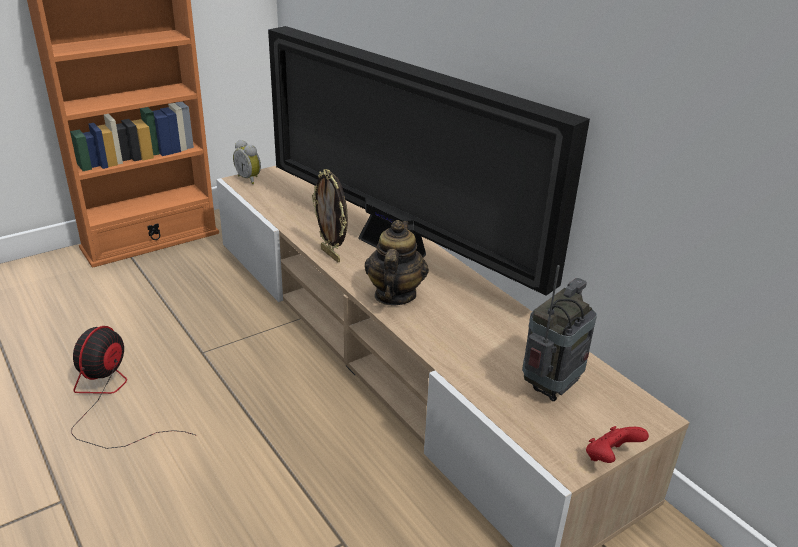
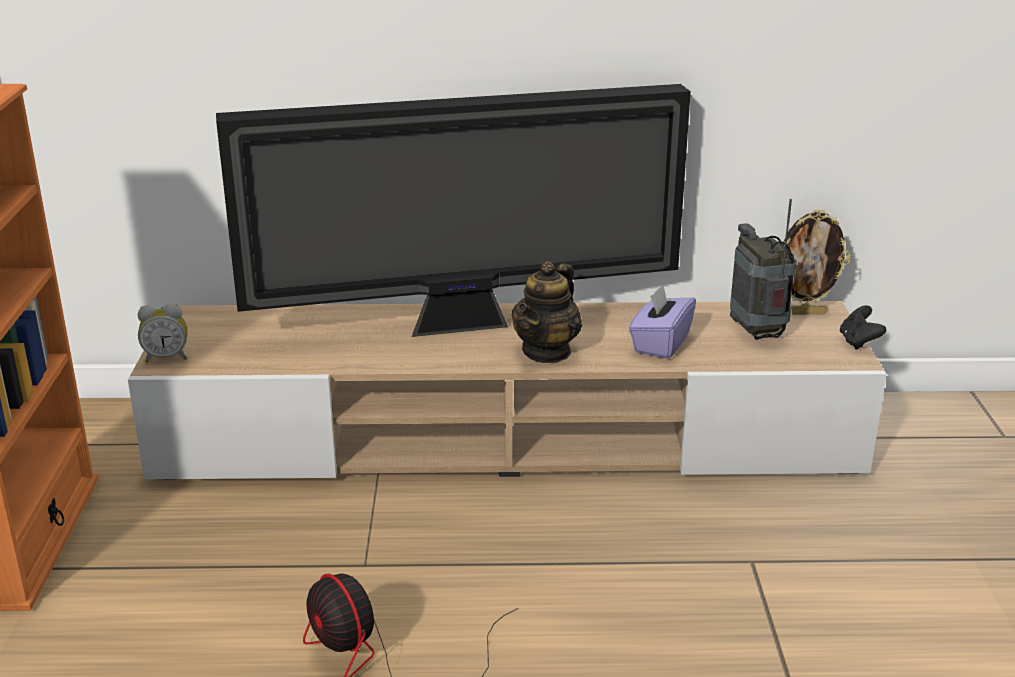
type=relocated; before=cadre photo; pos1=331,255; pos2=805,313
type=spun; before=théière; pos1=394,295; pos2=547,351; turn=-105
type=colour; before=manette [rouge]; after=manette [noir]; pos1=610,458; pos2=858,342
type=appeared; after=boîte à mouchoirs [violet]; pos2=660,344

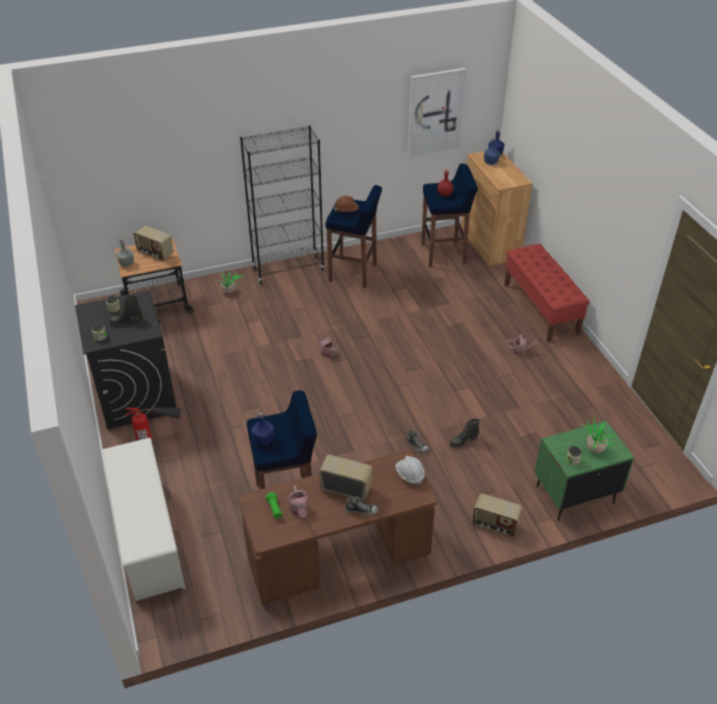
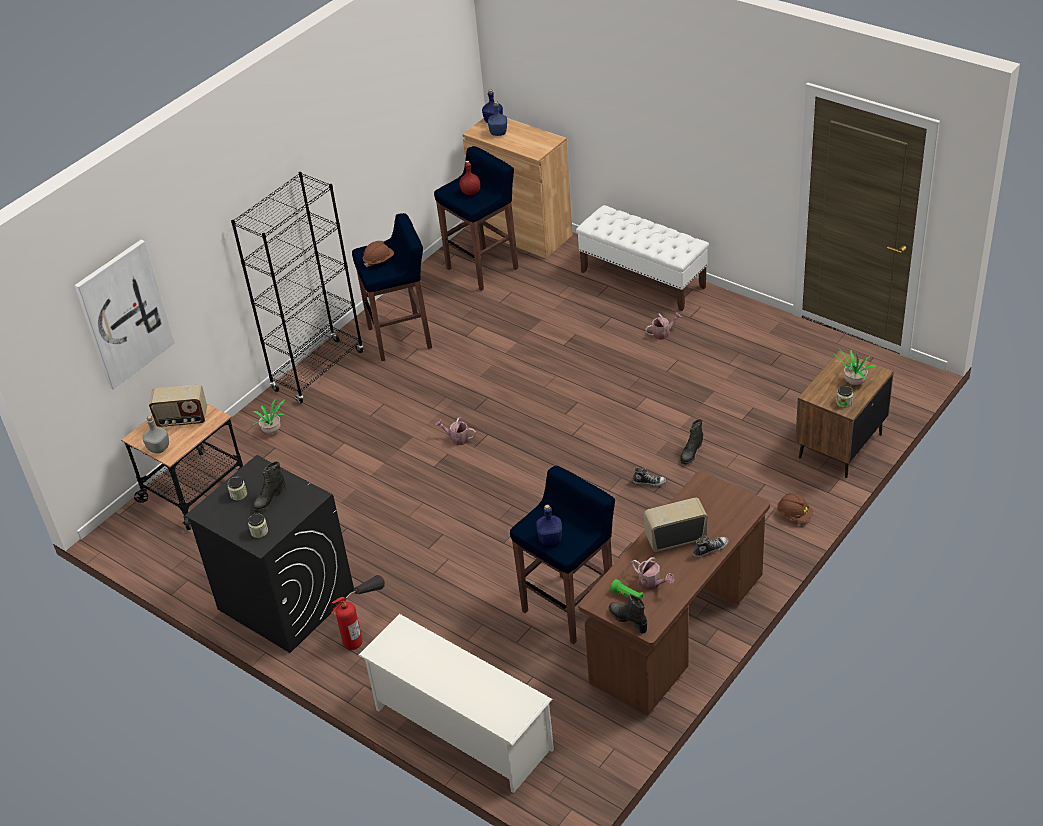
type=missing; before=casque de chantier [blanc]; pos1=410,475
type=relocated; before=tableau; pos1=435,112; pos2=124,314
type=exchanged; before=radio; after=casque de chantier [marron]; pos1=495,525; pos2=794,515
type=colour; before=banc [rouge]; after=banc [blanc]; pos1=541,309; pos2=643,279
type=colour; before=table de chevet [vert]; after=table de chevet [marron]; pos1=574,494; pos2=839,446
type=appeared; after=botte [noir]; pos2=628,620

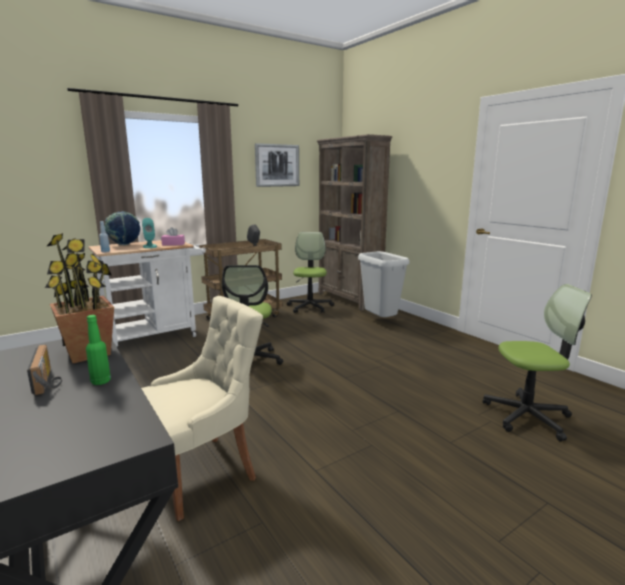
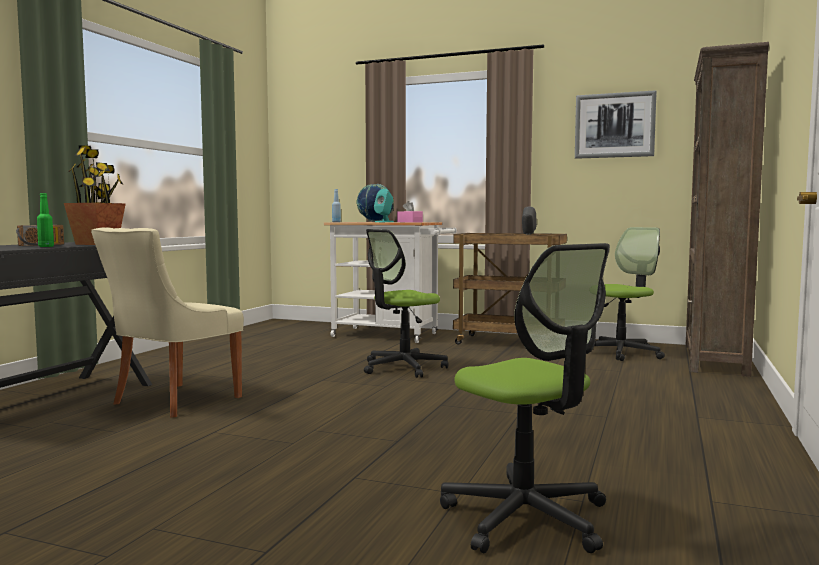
type=spun; before=chaise [beige]; pos1=203,471; pos2=173,401; turn=105
type=missing; before=poubelle [gris]; pos1=380,321

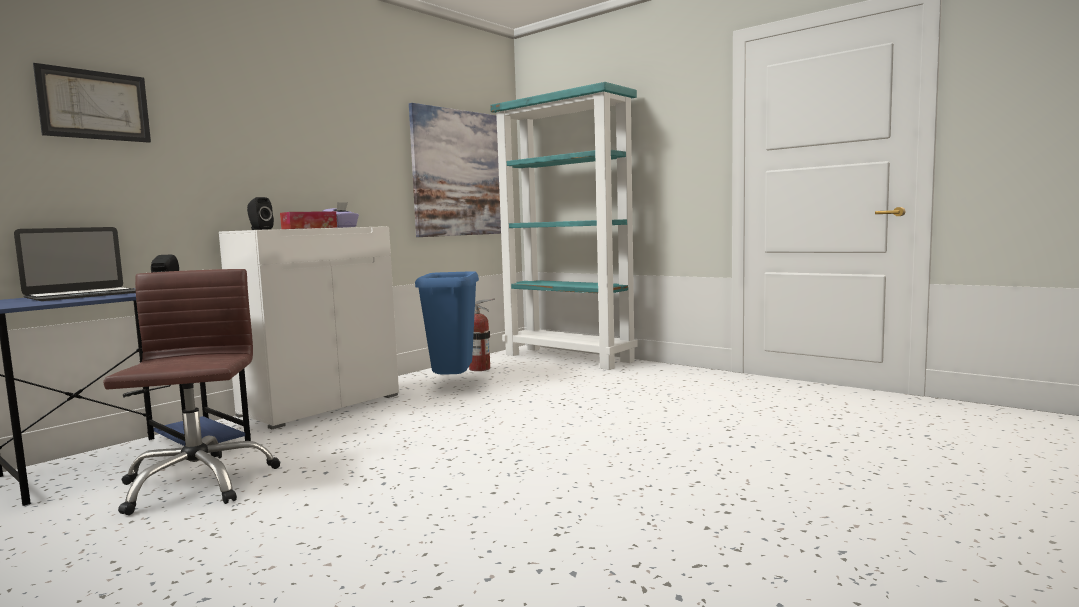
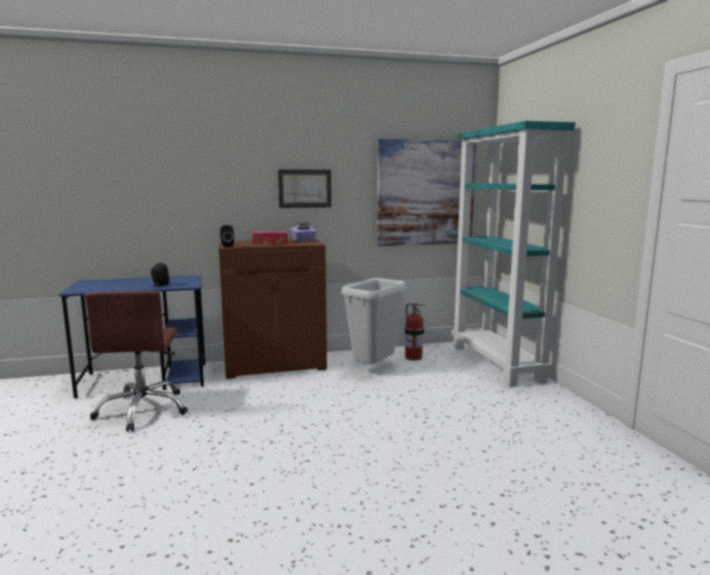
type=missing; before=ordinateur portable; pos1=84,295
type=relocated; before=tableau; pos1=94,105; pos2=304,188
type=spun; before=chaise de bureau [marron]; pos1=197,483; pos2=143,410; turn=150
type=colour; before=meuble de rangement [blanc]; after=meuble de rangement [marron]; pos1=320,405; pos2=275,365
type=colour; before=poubelle [bleu]; after=poubelle [gris]; pos1=454,384; pos2=374,369

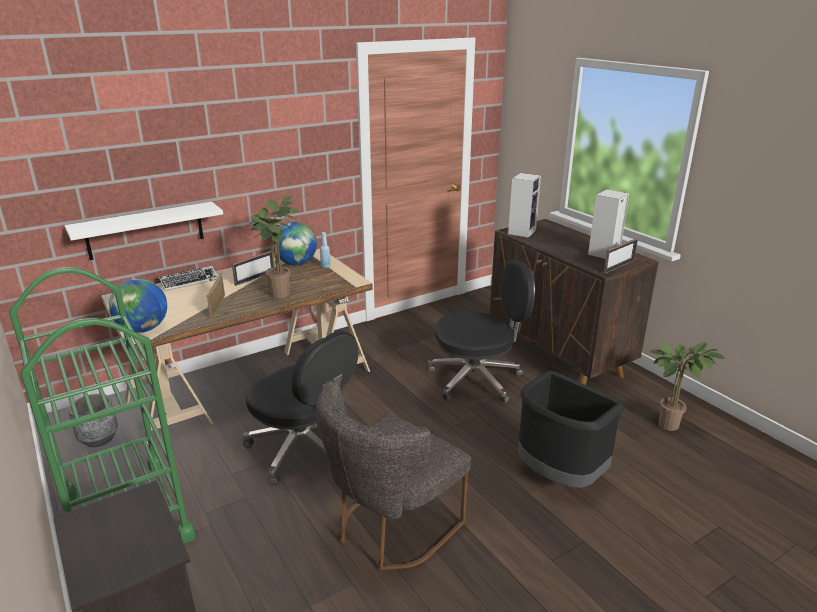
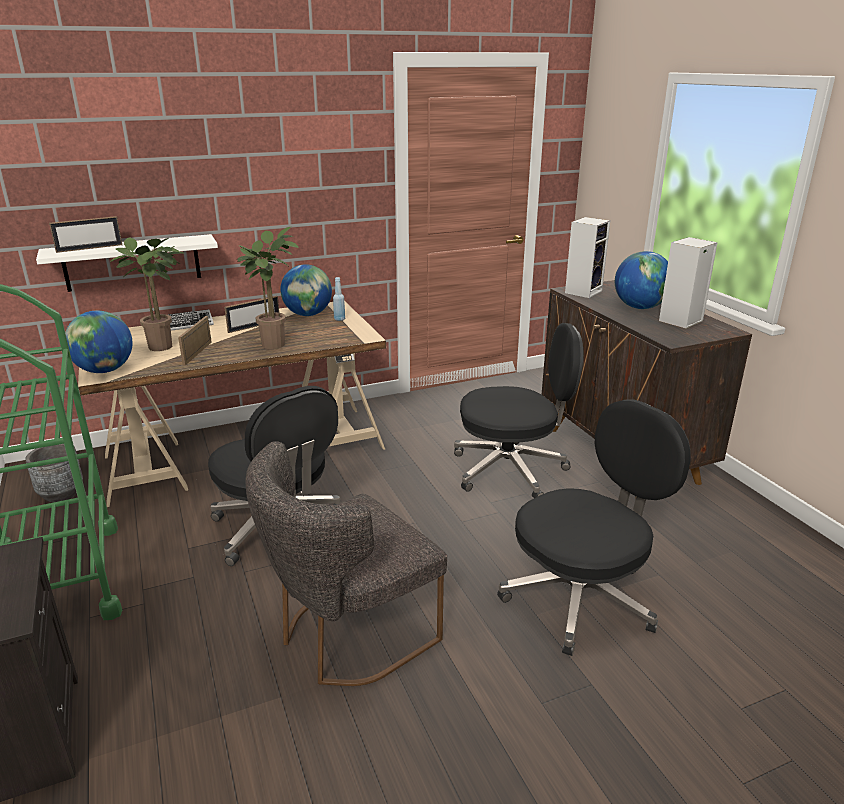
type=exchanged; before=poubelle [noir]; after=chaise de bureau [noir]; pos1=559,476; pos2=581,597
type=relocated; before=cadre photo; pos1=619,266; pos2=89,248
type=relocated; before=plante en pot; pos1=671,424; pos2=165,346
type=appeared; after=globe; pos2=639,307

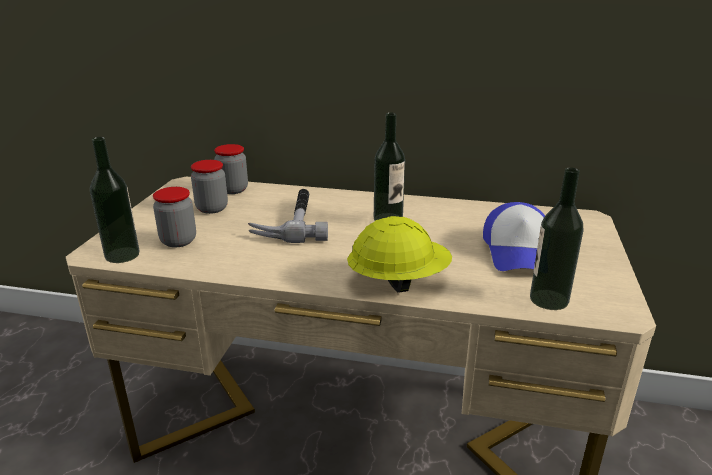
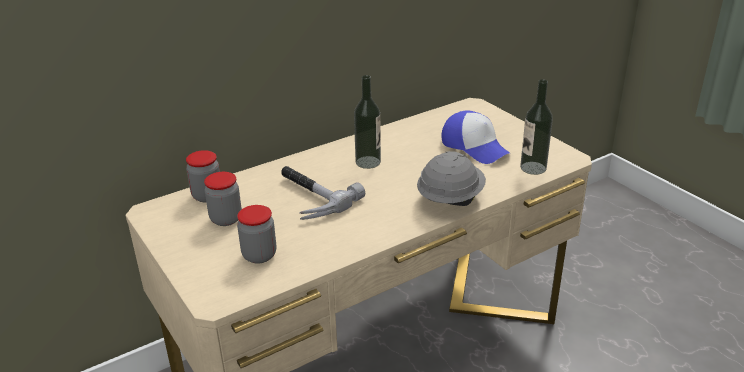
type=missing; before=bouteille; pos1=122,255
type=colour; before=casque de chantier [jaune]; after=casque de chantier [gris]; pos1=398,281; pos2=450,199

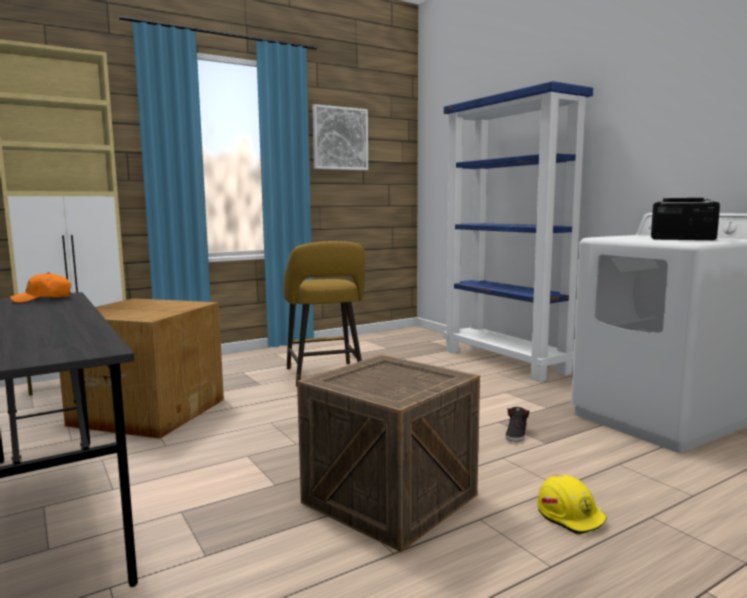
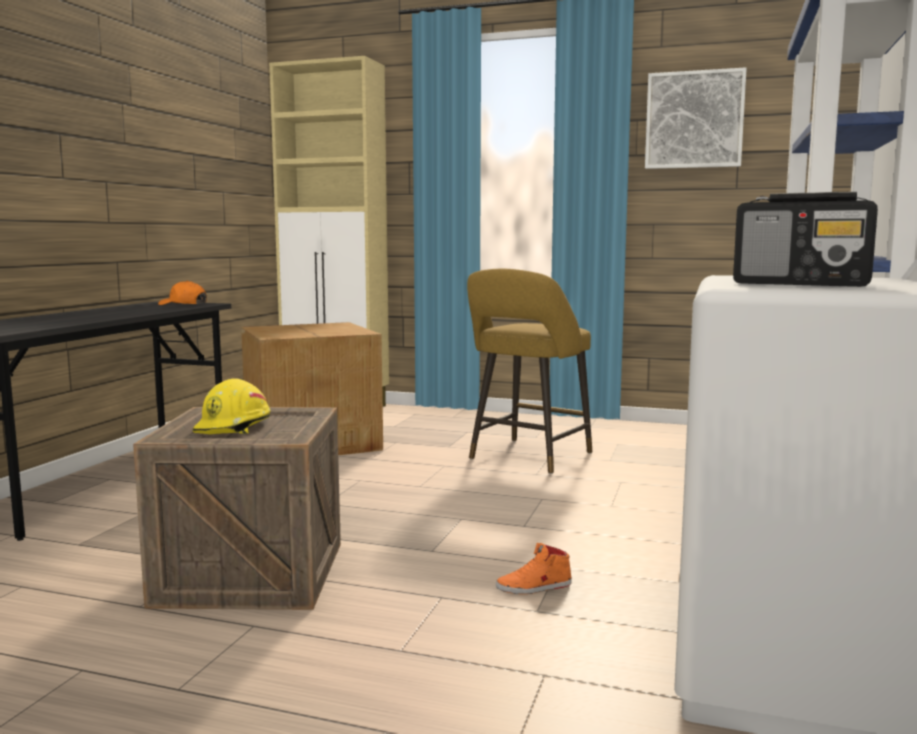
type=colour; before=chaussure [noir]; after=chaussure [orange]; pos1=516,434; pos2=534,587
type=relocated; before=casque de chantier [jaune]; pos1=570,515; pos2=234,427
type=spun; before=radio; pos1=681,239; pos2=802,284; turn=135

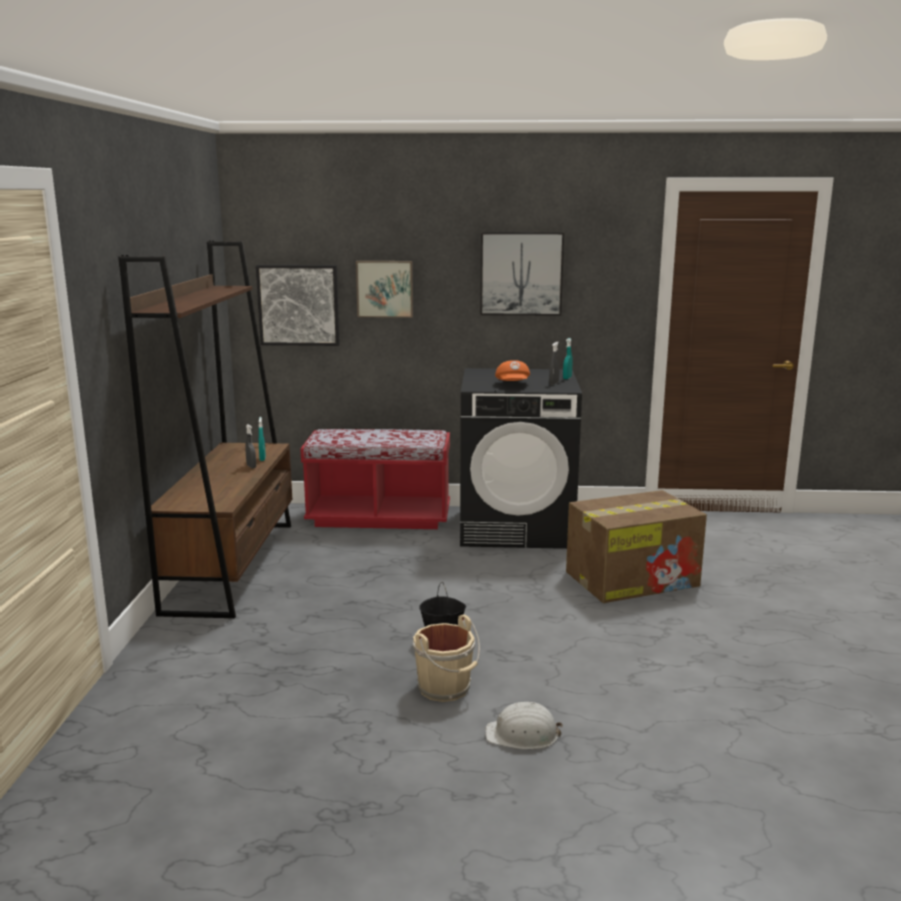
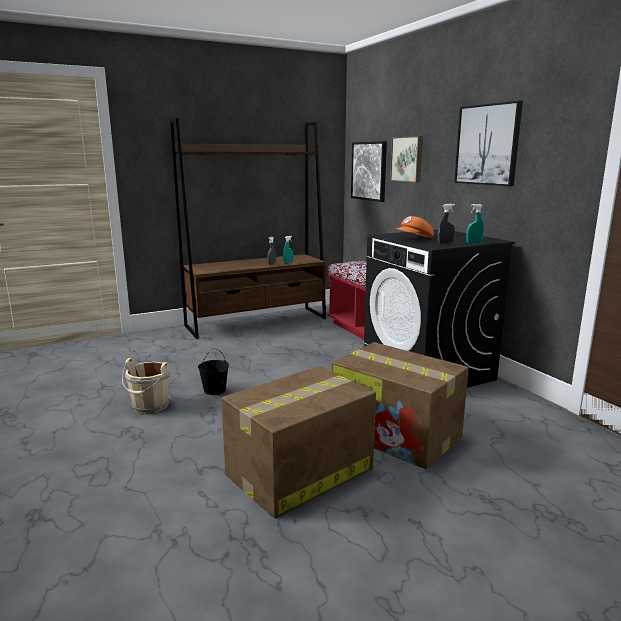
type=missing; before=casque de chantier [blanc]; pos1=522,735
type=appeared; after=carton; pos2=298,472

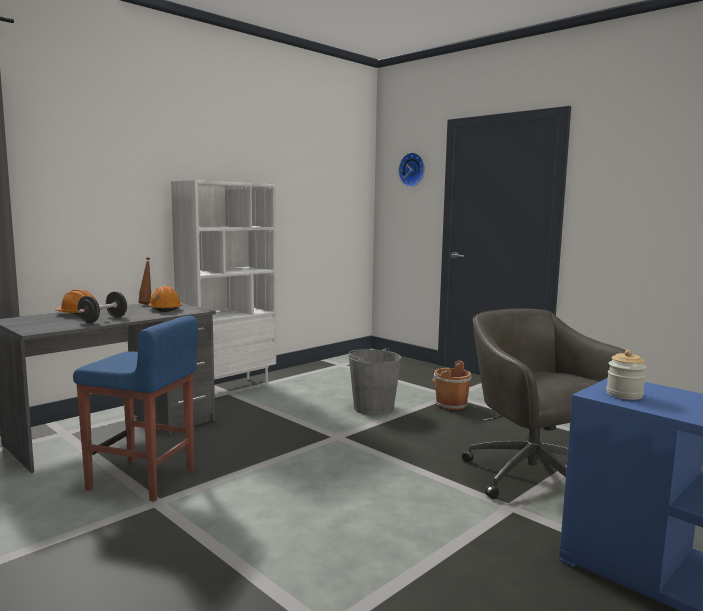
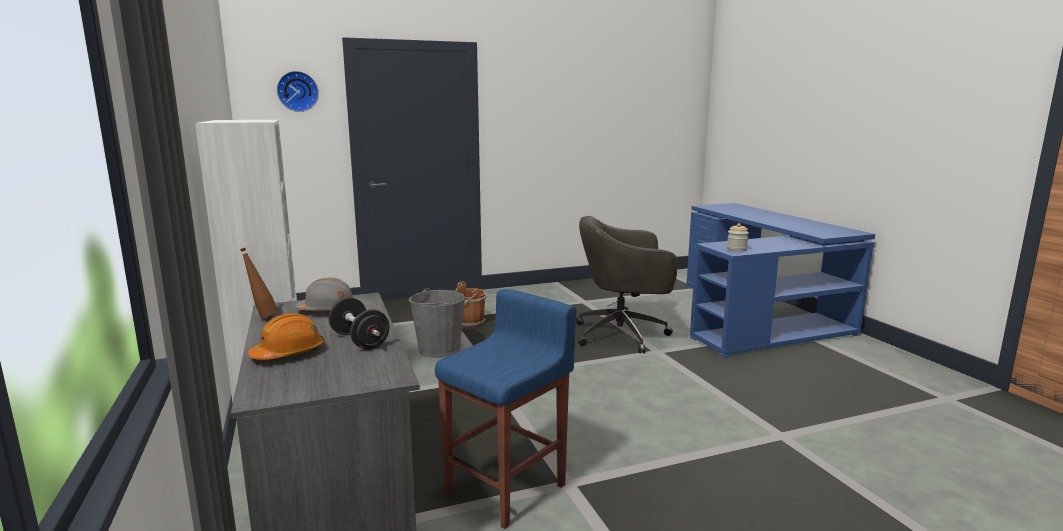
type=colour; before=casque de chantier [orange]; after=casque de chantier [gris]; pos1=165,309; pos2=328,310

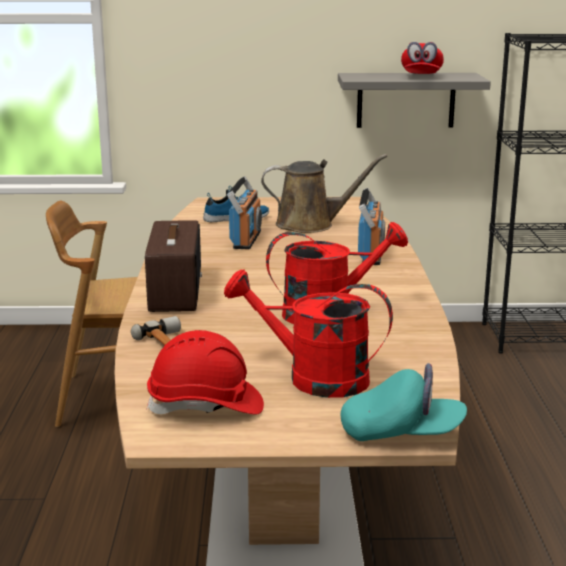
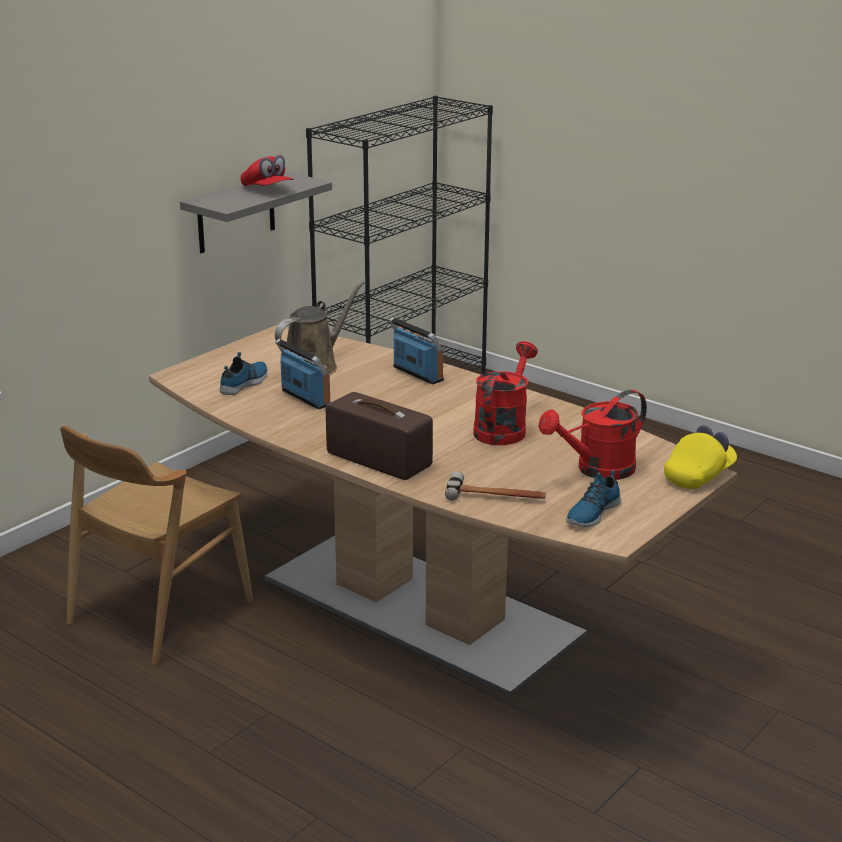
type=exchanged; before=casque de chantier [rouge]; after=chaussure; pos1=206,406; pos2=591,513
type=colour; before=casquette [turquoise]; after=casquette [jaune]; pos1=401,434; pos2=699,476

